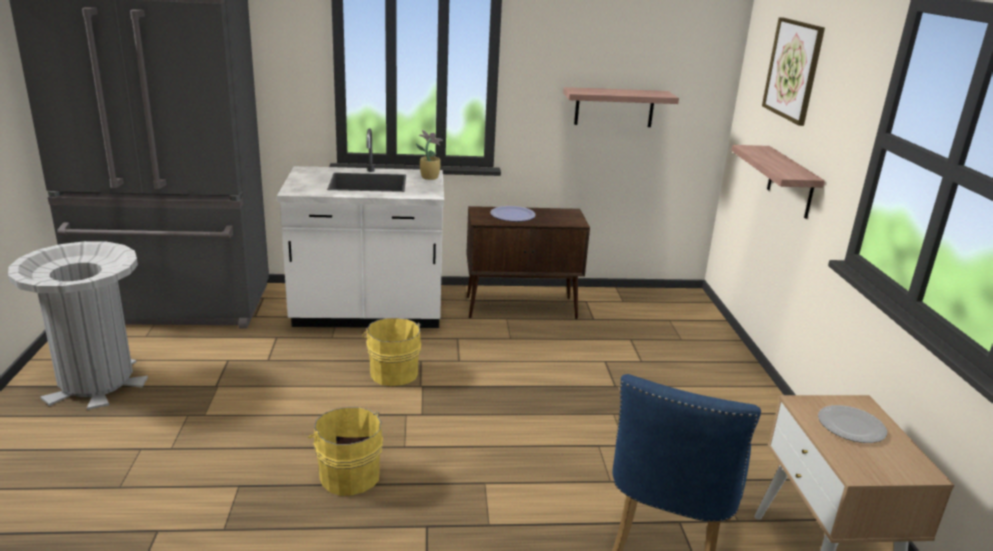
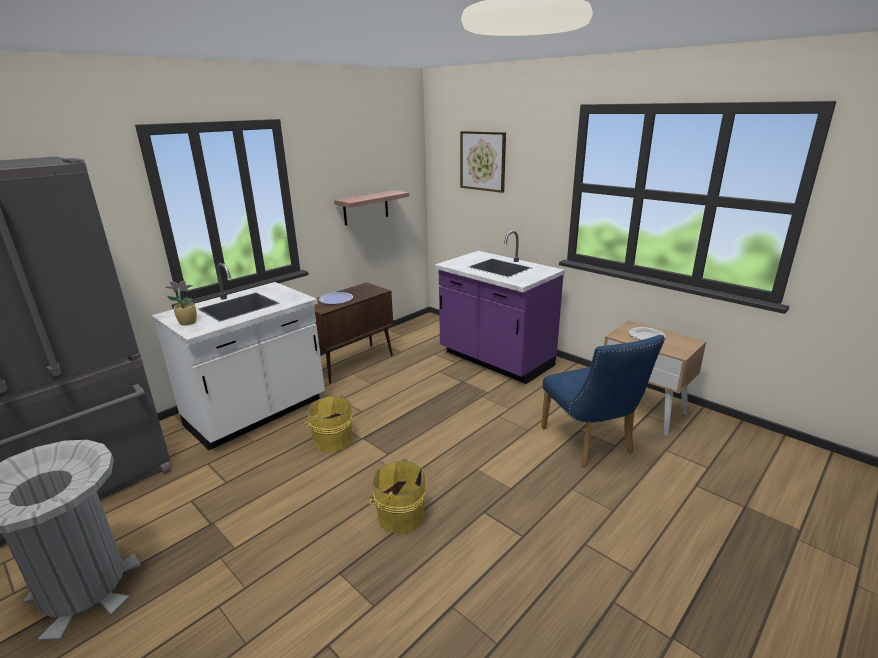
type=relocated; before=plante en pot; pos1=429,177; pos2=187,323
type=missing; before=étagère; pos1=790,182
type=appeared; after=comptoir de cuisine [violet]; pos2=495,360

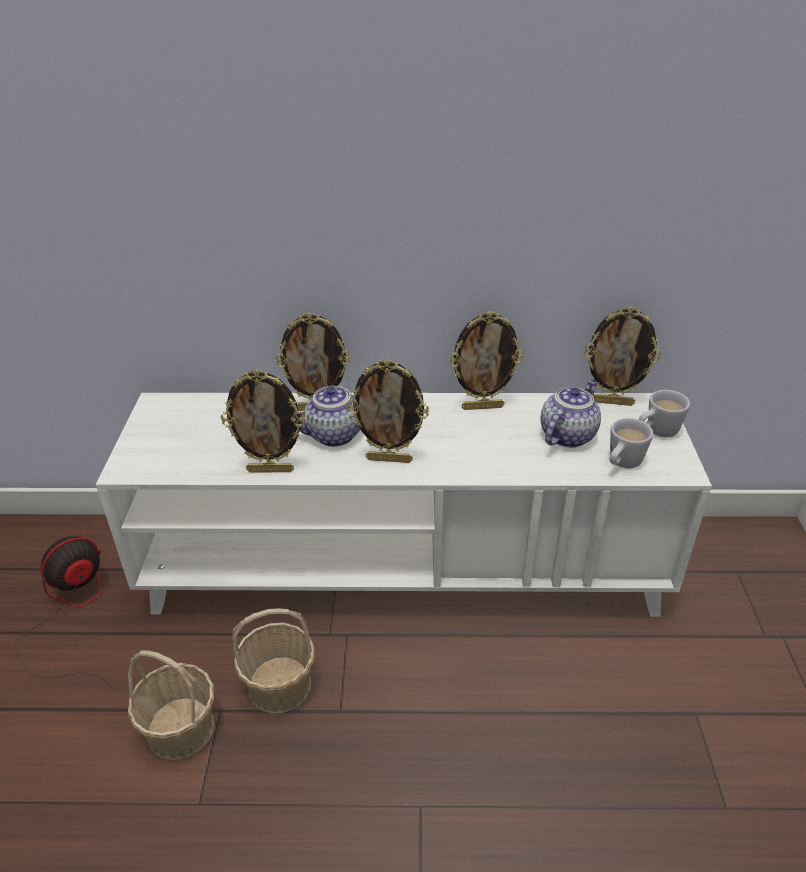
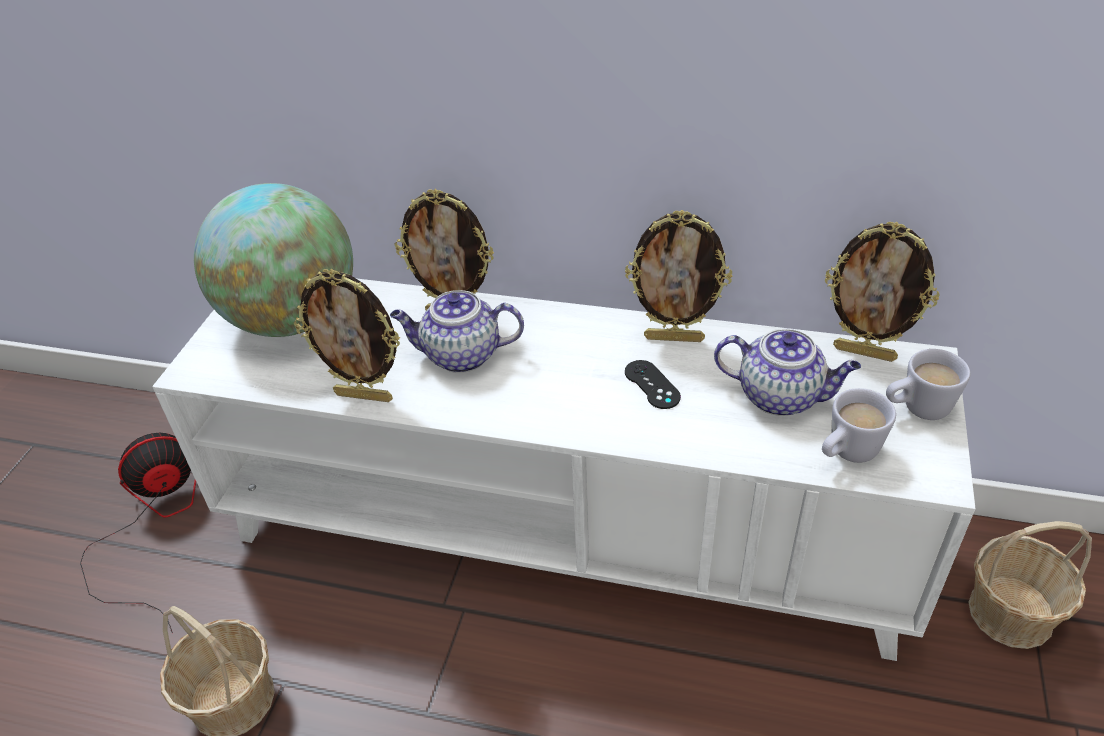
type=relocated; before=panier; pos1=280,686; pos2=1011,613
type=missing; before=cadre photo; pos1=389,459
type=spun; before=théière; pos1=567,435; pos2=781,396; turn=60
type=appeared; after=globe; pos2=292,319
type=appeared; after=manette [noir]; pos2=652,384

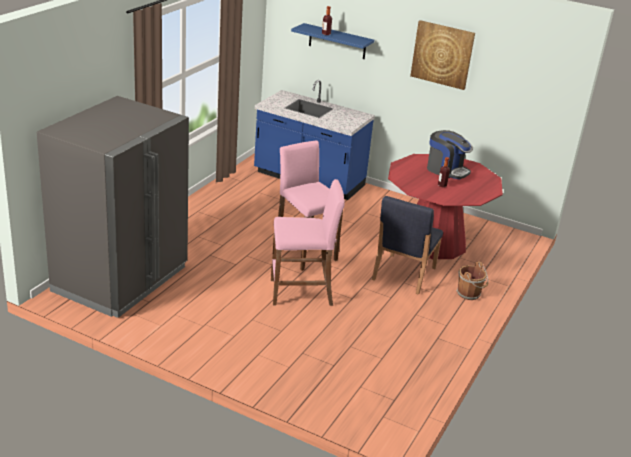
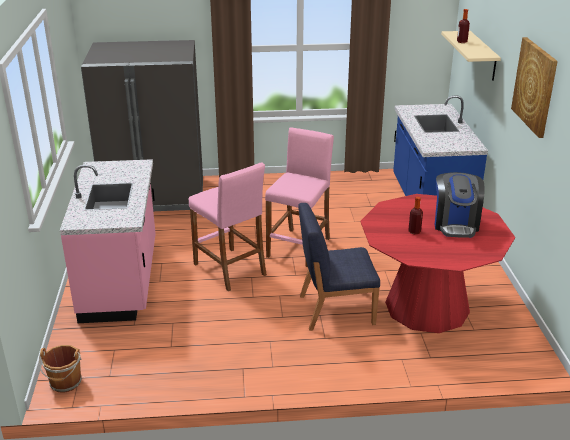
type=colour; before=étagère [bleu]; after=étagère [beige]; pos1=337,41; pos2=483,56
type=relocated; before=seau [marron]; pos1=469,294; pos2=65,383
type=appeared; after=comptoir de cuisine [rose]; pos2=122,280

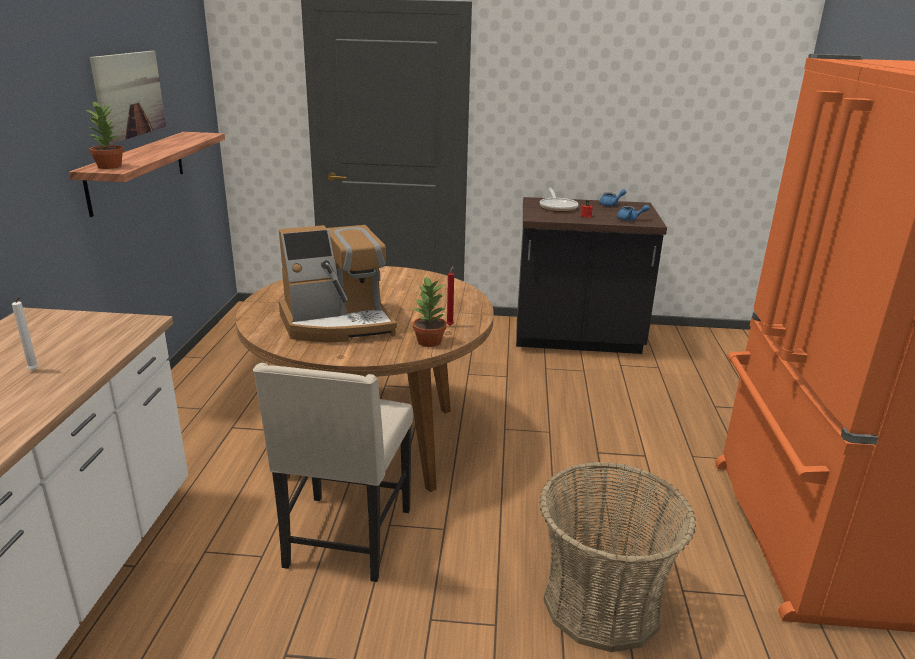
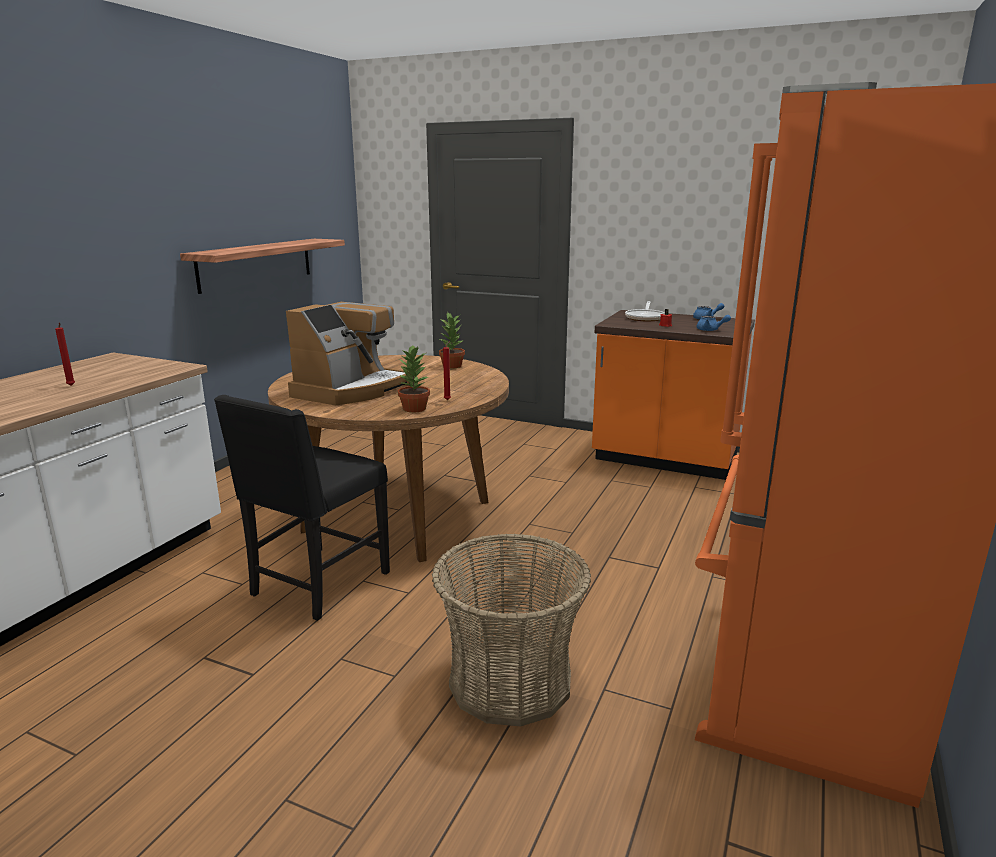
type=colour; before=bougie [blanc]; after=bougie [rouge]; pos1=34,370; pos2=71,386
type=relocated; before=plante en pot; pos1=110,166; pos2=452,366
type=missing; before=tableau; pos1=129,95
type=colour; before=chaise [beige]; after=chaise [noir]; pos1=346,539; pos2=318,585
type=spun; before=machine à café; pos1=338,324; pos2=352,390; turn=-60
type=colour; before=comptoir de cuisine [noir]; after=comptoir de cuisine [orange]; pos1=577,339; pos2=664,460

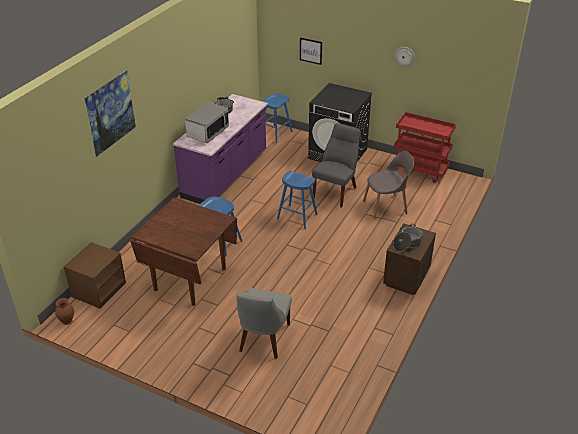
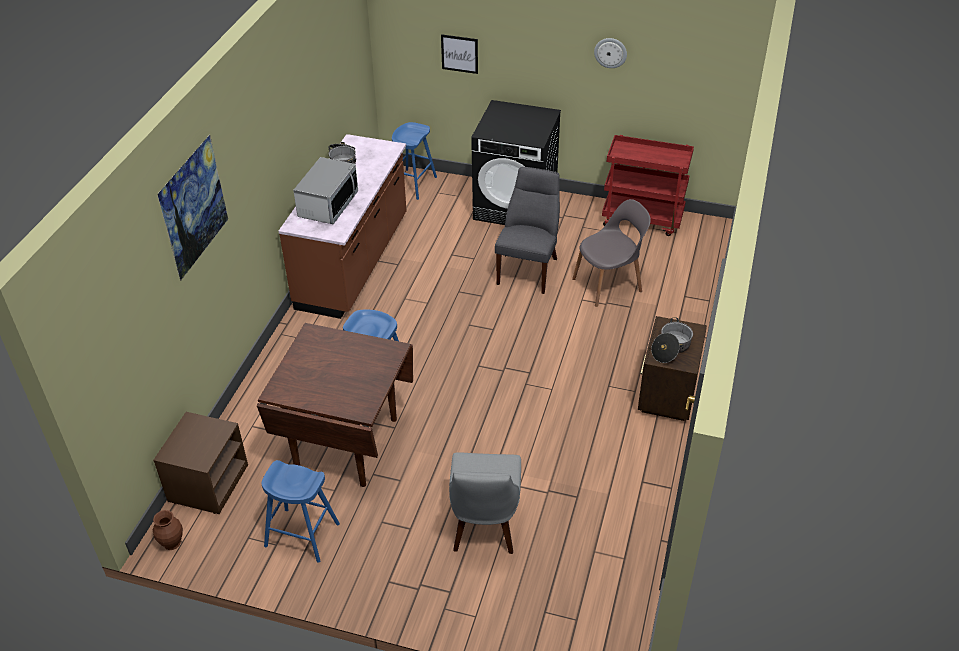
type=colour; before=comptoir de cuisine [violet]; after=comptoir de cuisine [marron]; pos1=225,175; pos2=354,263
type=relocated; before=tabouret [bleu]; pos1=297,217; pos2=302,535

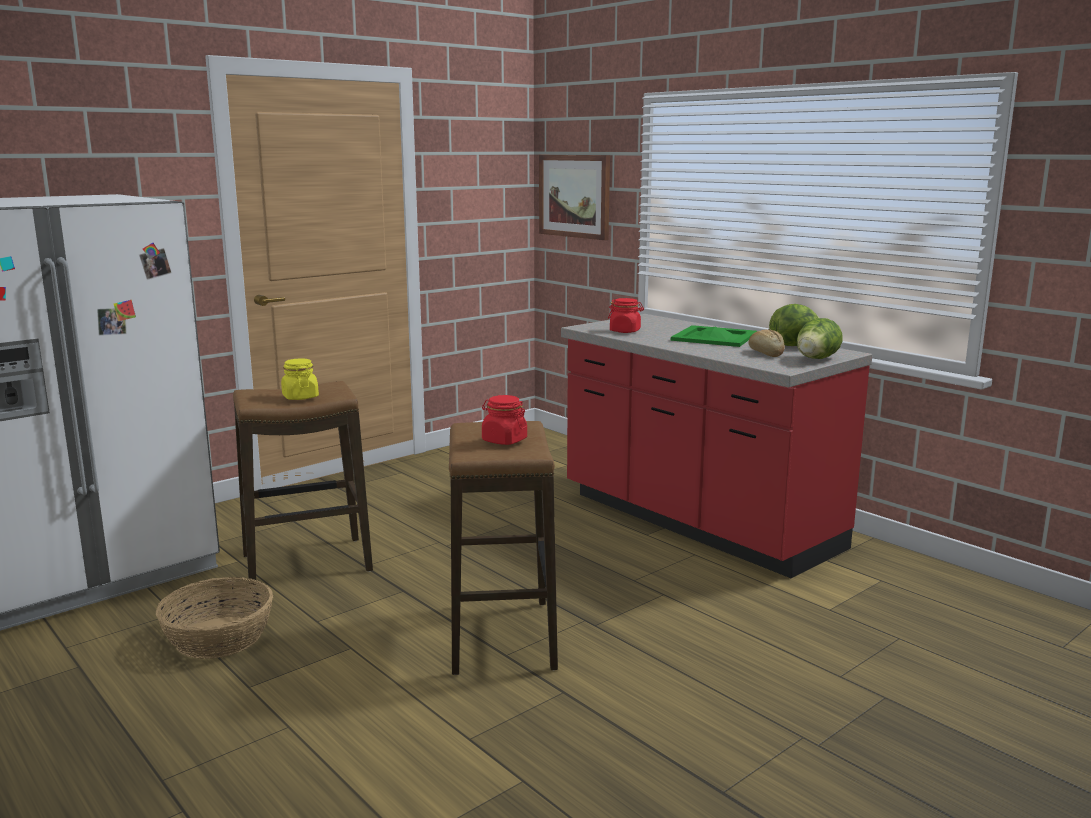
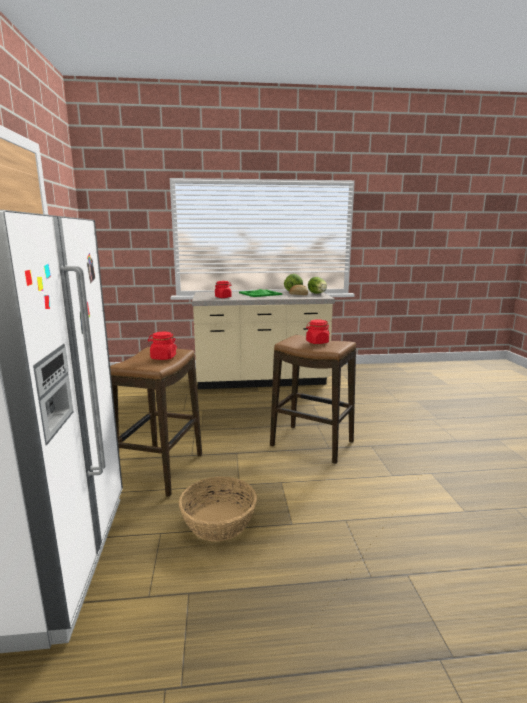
type=colour; before=bocal [jaune]; after=bocal [rouge]; pos1=300,397; pos2=163,358
type=missing; before=tableau; pos1=575,196
type=colour; before=comptoir de cuisine [rouge]; after=comptoir de cuisine [beige]; pos1=697,523; pos2=261,381

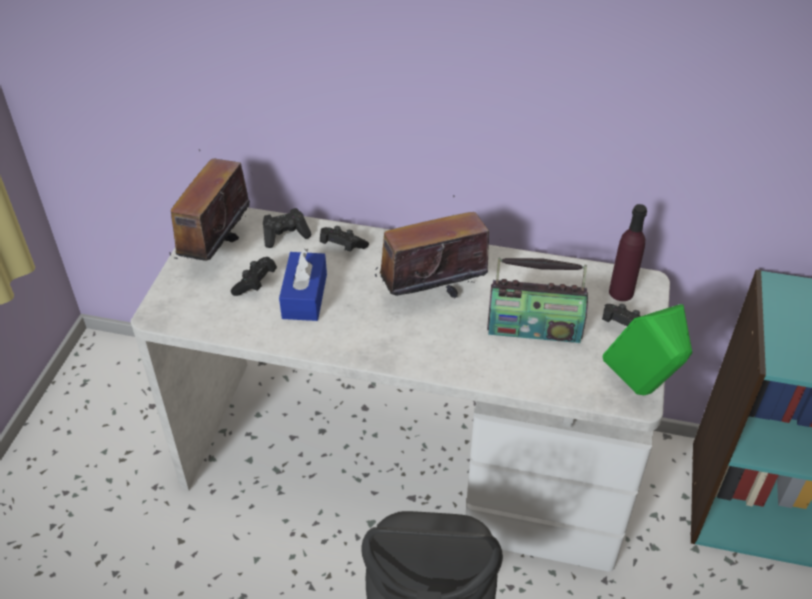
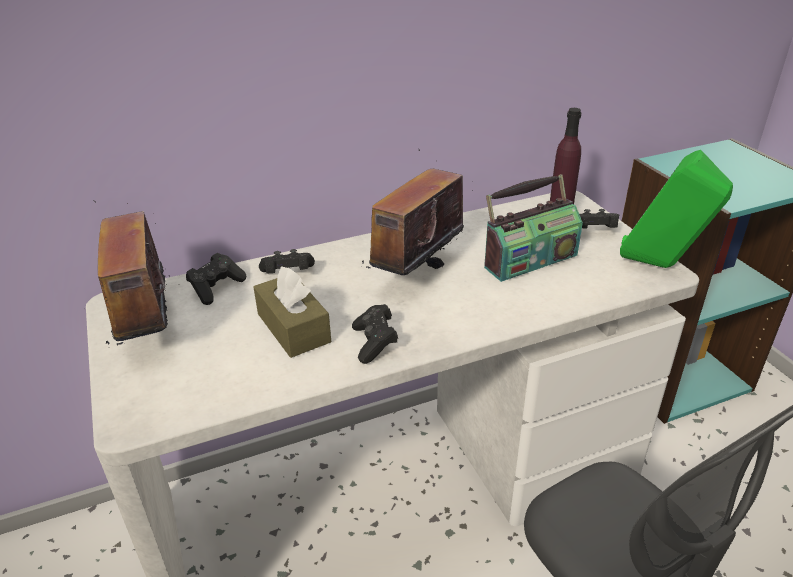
type=relocated; before=manette [noir]; pos1=255,284; pos2=375,343
type=colour; before=boîte à mouchoirs [bleu]; after=boîte à mouchoirs [marron]; pos1=304,296; pos2=293,328

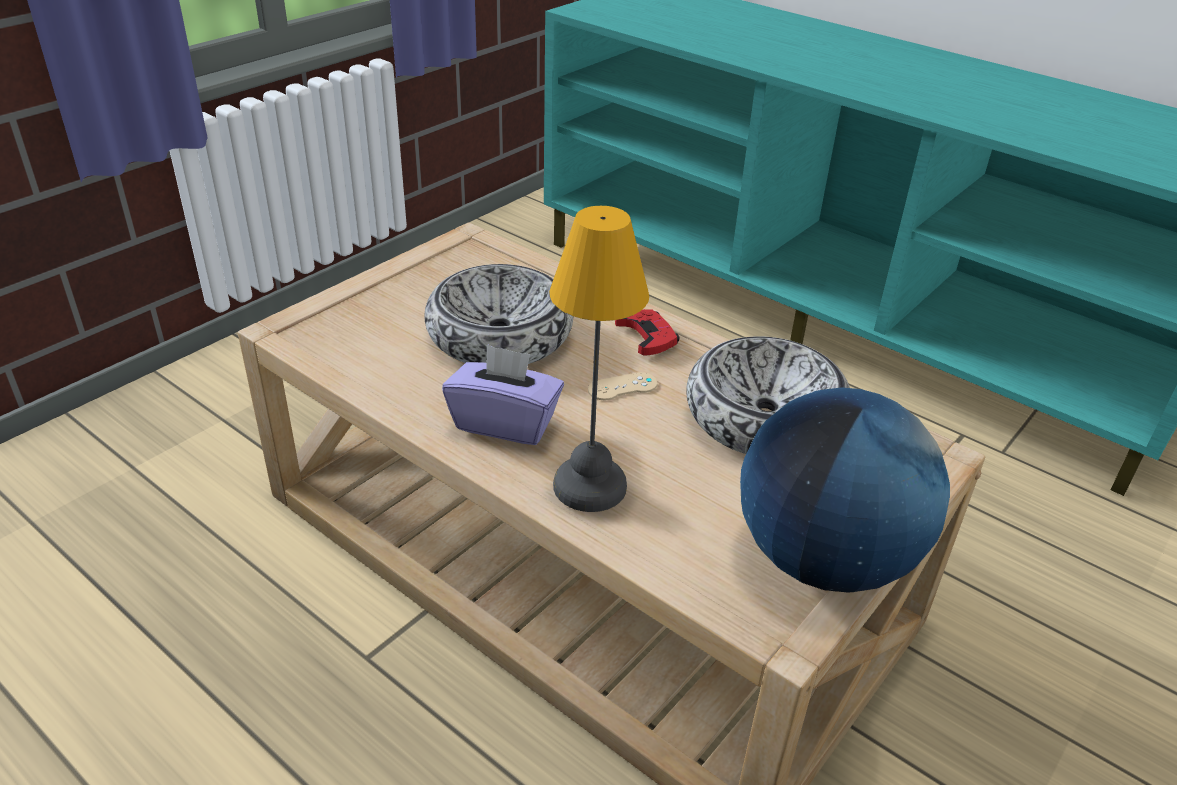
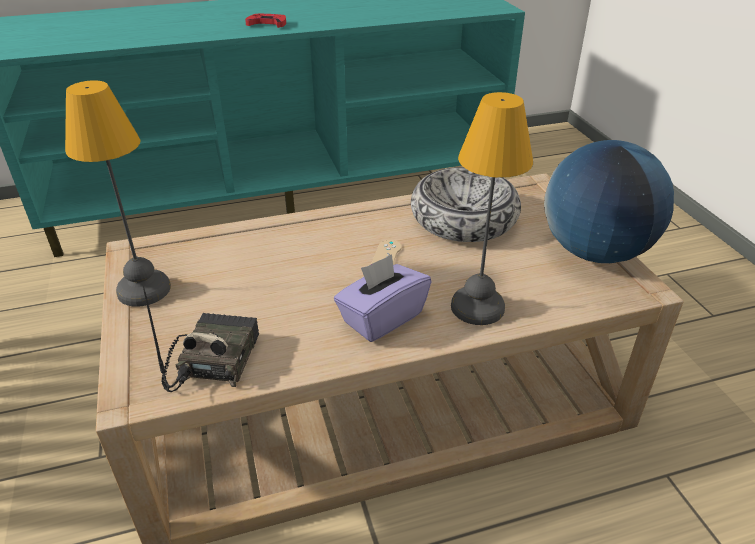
type=missing; before=bol; pos1=499,335
type=relocated; before=manette [rouge]; pos1=647,336; pos2=267,24
type=appeared; after=lampe de table; pos2=145,288
type=appeared; after=radio; pos2=212,360

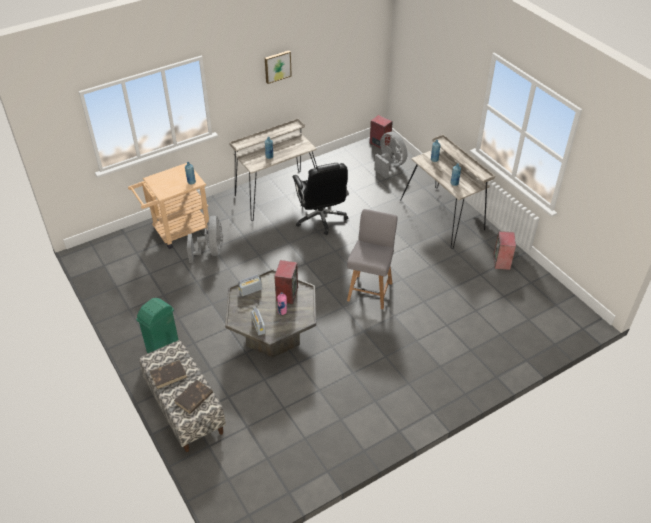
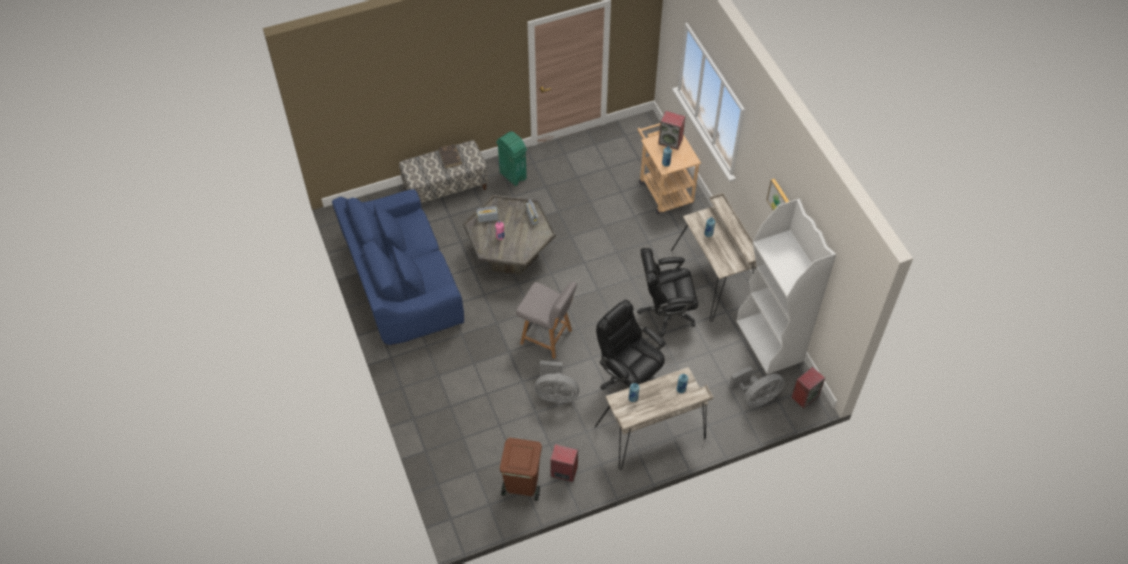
type=missing; before=livre [marron]; pos1=193,398
type=relocated; before=ventilateur [gris]; pos1=211,251; pos2=556,394
type=relocated; before=enceinte; pos1=286,294; pos2=671,141
type=appeared; after=canapé [bleu]; pos2=403,284
type=appeared; after=poubelle [marron]; pos2=522,486
type=appeared; after=chaise de bureau [noir]; pos2=629,377
type=appeared; after=bibliothèque [blanc]; pos2=770,341

